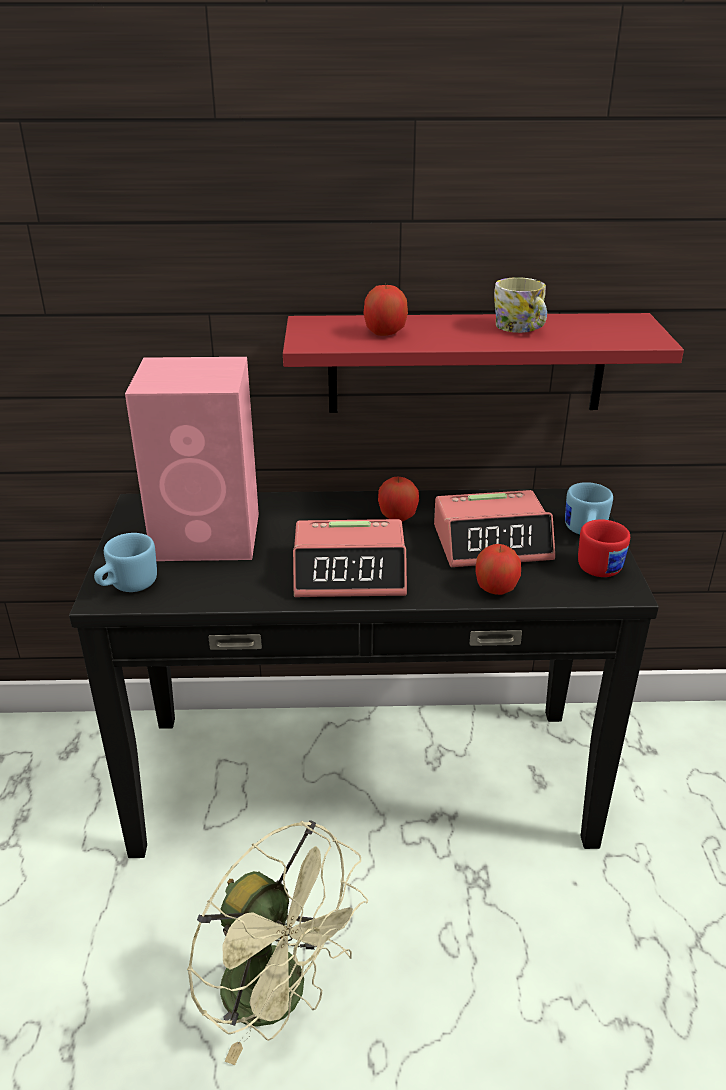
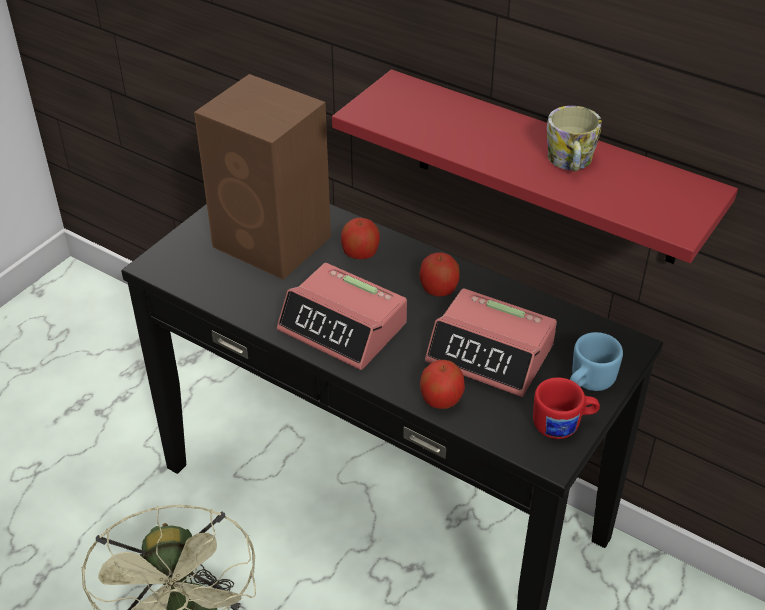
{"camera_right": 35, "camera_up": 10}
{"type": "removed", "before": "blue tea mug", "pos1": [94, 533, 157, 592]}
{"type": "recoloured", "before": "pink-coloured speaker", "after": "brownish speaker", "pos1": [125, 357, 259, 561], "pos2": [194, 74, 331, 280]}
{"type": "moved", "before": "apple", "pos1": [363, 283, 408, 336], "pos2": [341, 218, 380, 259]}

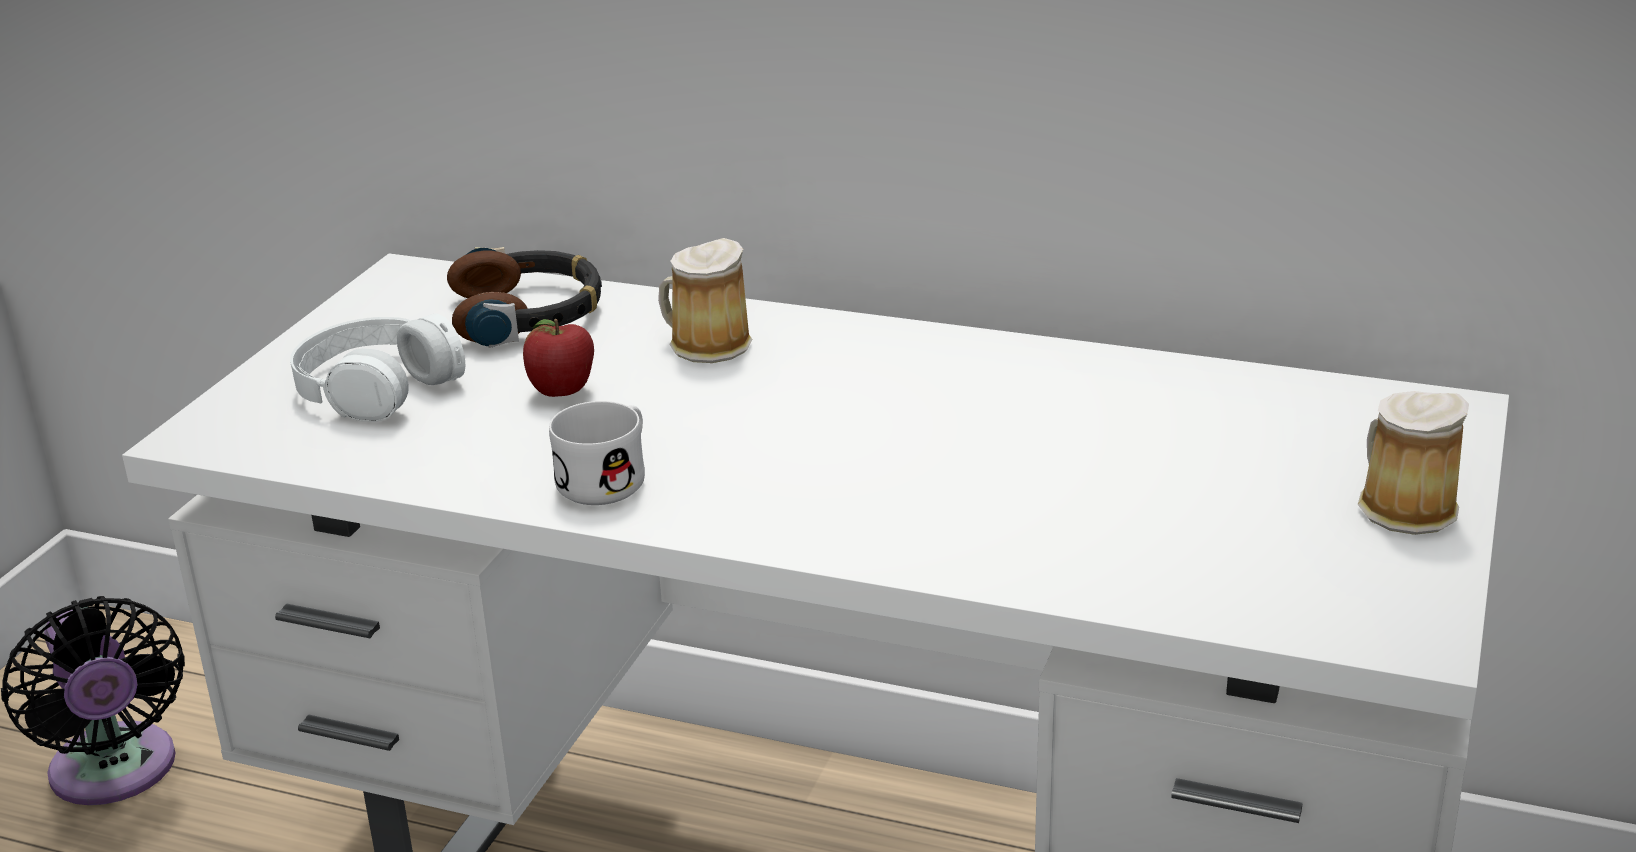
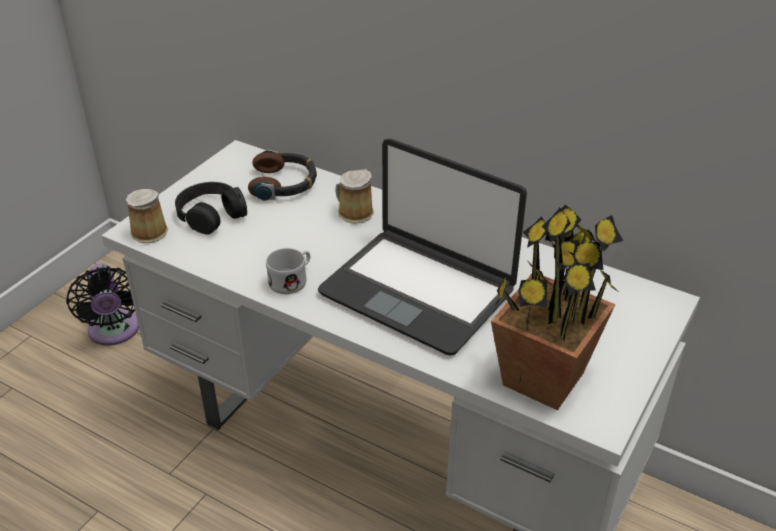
{"camera_right": 10, "camera_up": 10}
{"type": "recoloured", "before": "whitish pair of headphones", "after": "black pair of headphones", "pos1": [290, 313, 465, 422], "pos2": [175, 182, 247, 235]}
{"type": "removed", "before": "apple", "pos1": [523, 319, 594, 397]}
{"type": "moved", "before": "tea mug", "pos1": [1358, 391, 1469, 535], "pos2": [126, 189, 168, 243]}
{"type": "added", "after": "laptop", "pos2": [318, 139, 527, 356]}
{"type": "added", "after": "houseplant", "pos2": [491, 205, 623, 410]}

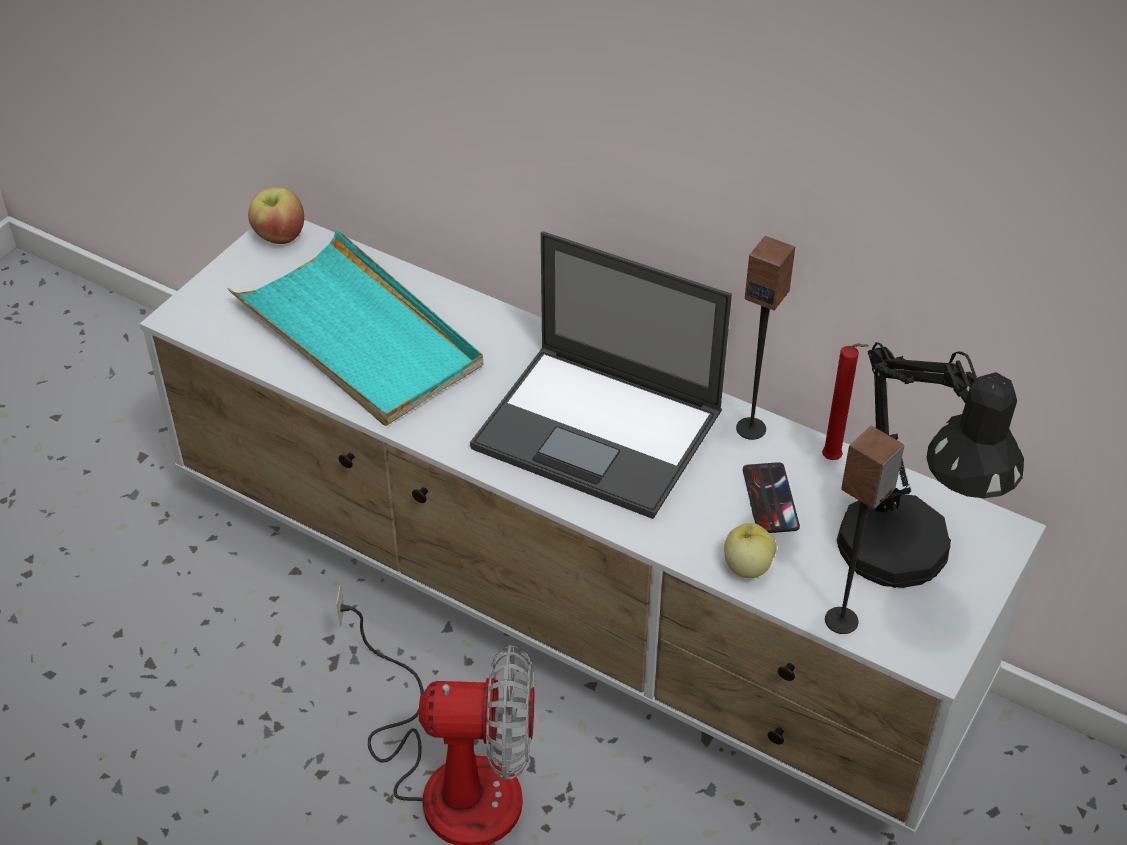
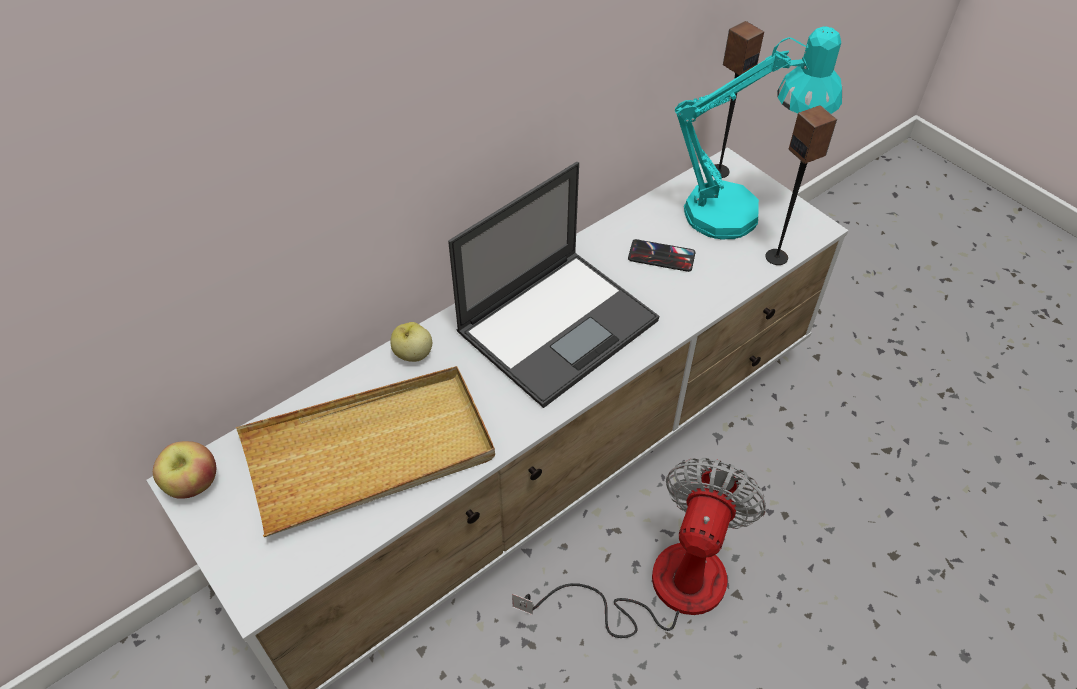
{"camera_right": -70, "camera_up": 5}
{"type": "recoloured", "before": "blue-green carrying tray", "after": "beige-coloured carrying tray", "pos1": [227, 229, 483, 426], "pos2": [236, 366, 495, 537]}
{"type": "moved", "before": "apple", "pos1": [724, 523, 777, 578], "pos2": [390, 322, 432, 362]}
{"type": "moved", "before": "speaker", "pos1": [736, 236, 795, 440], "pos2": [715, 21, 764, 178]}
{"type": "removed", "before": "reddish candle", "pos1": [822, 343, 869, 460]}
{"type": "recoloured", "before": "black table lamp", "after": "blue-green table lamp", "pos1": [837, 342, 1024, 588], "pos2": [675, 26, 842, 239]}

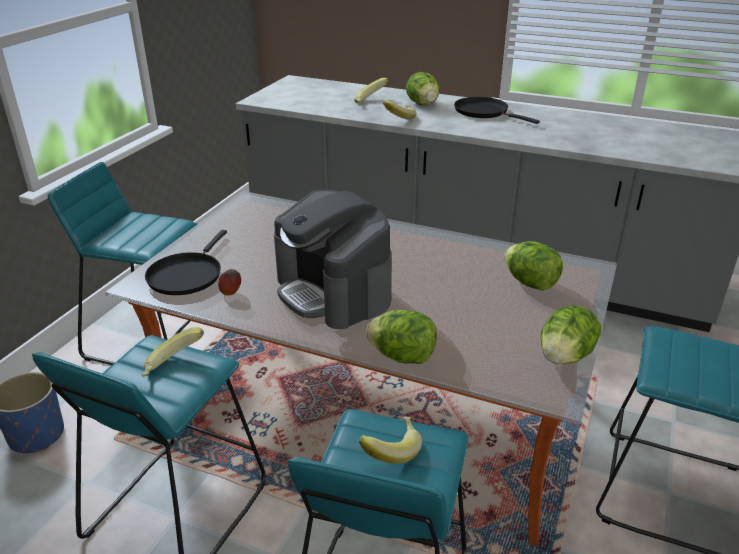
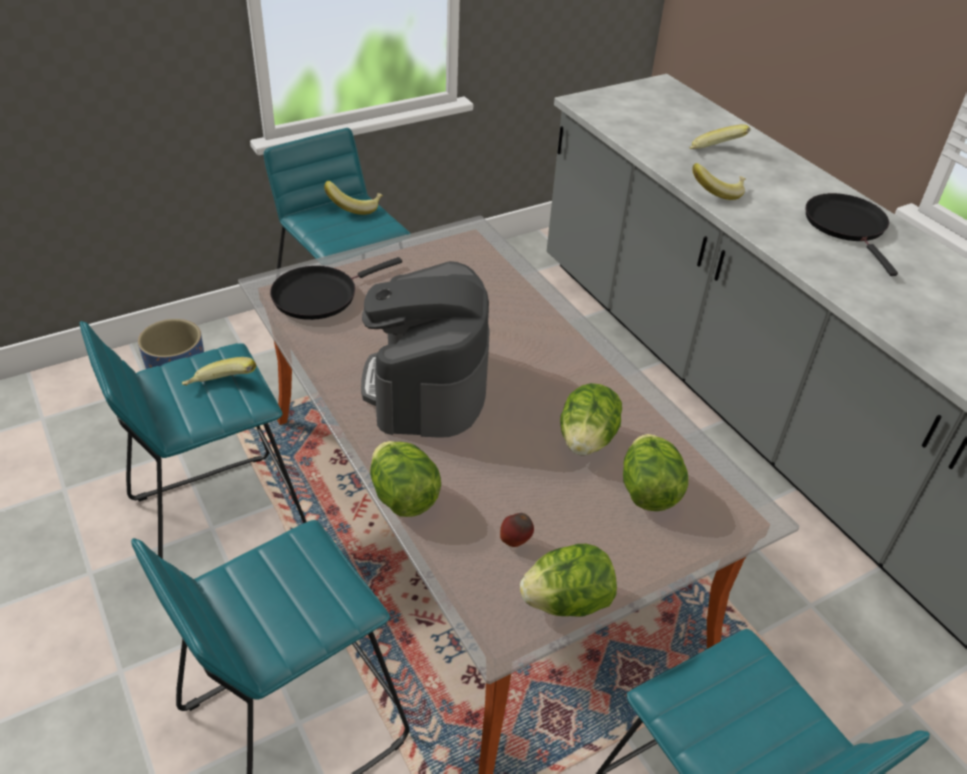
{"camera_right": 35, "camera_up": 10}
{"type": "moved", "before": "apple", "pos1": [218, 269, 241, 296], "pos2": [500, 513, 534, 547]}
{"type": "moved", "before": "banana fruit", "pos1": [359, 417, 422, 464], "pos2": [324, 181, 383, 215]}
{"type": "moved", "before": "head of lettuce", "pos1": [406, 72, 440, 106], "pos2": [560, 383, 622, 455]}

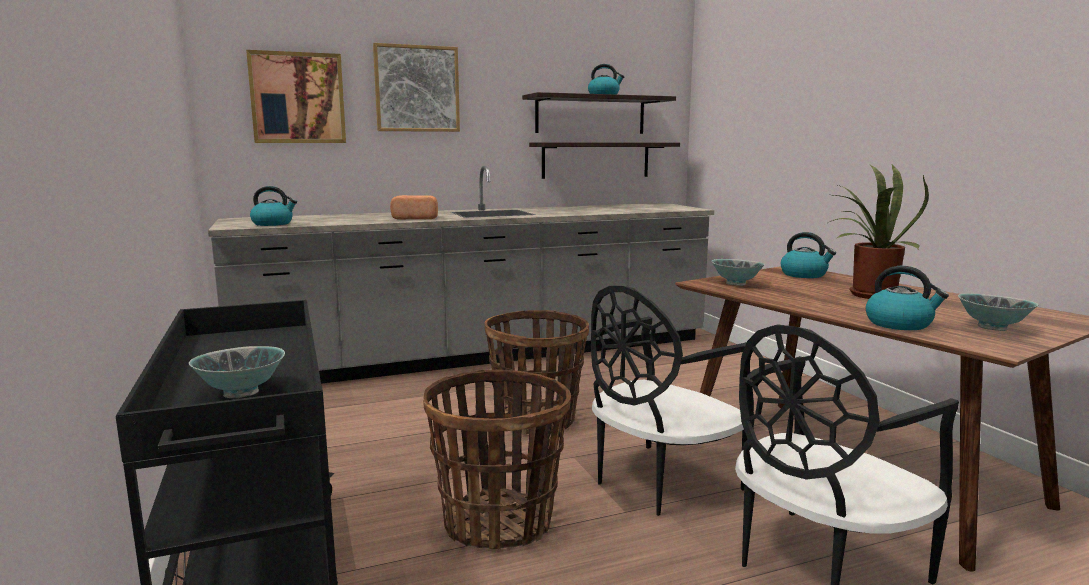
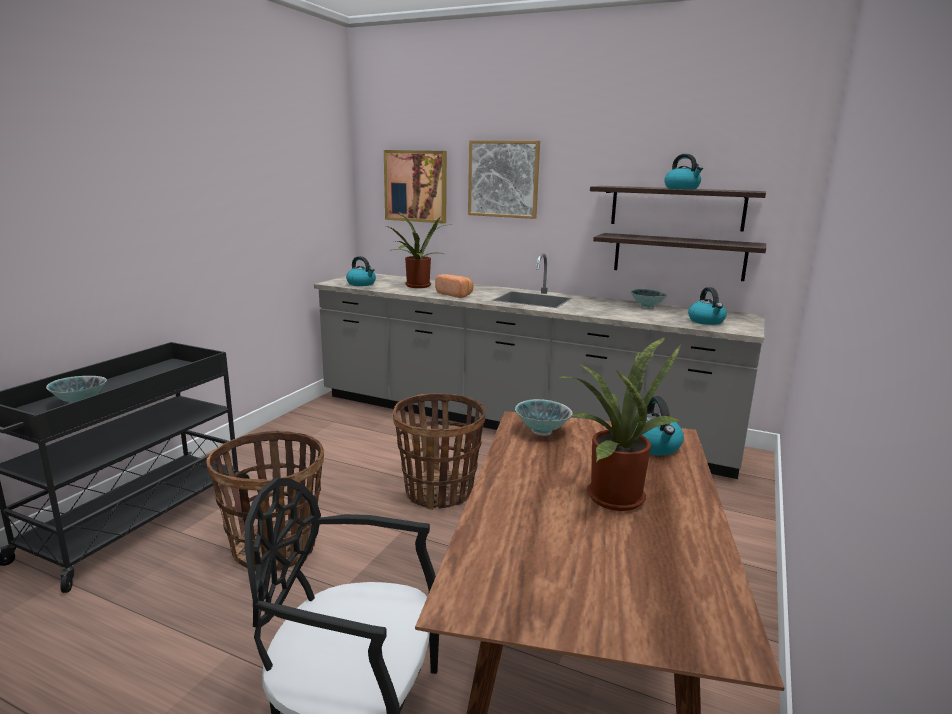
{"camera_right": 45, "camera_up": 5}
{"type": "removed", "before": "black plain chair", "pos1": [591, 285, 754, 516]}
{"type": "moved", "before": "water kettle", "pos1": [866, 266, 949, 330], "pos2": [688, 287, 727, 325]}
{"type": "moved", "before": "serving bowl", "pos1": [958, 293, 1038, 331], "pos2": [630, 289, 668, 309]}
{"type": "added", "after": "houseplant", "pos2": [386, 212, 452, 288]}

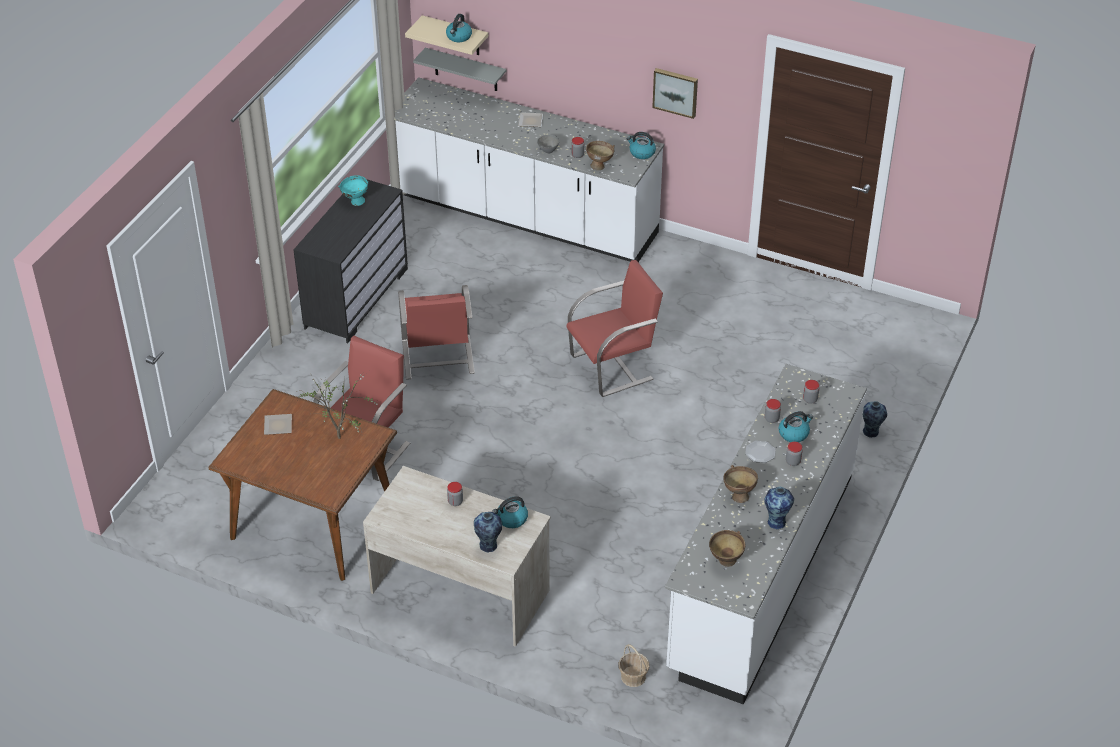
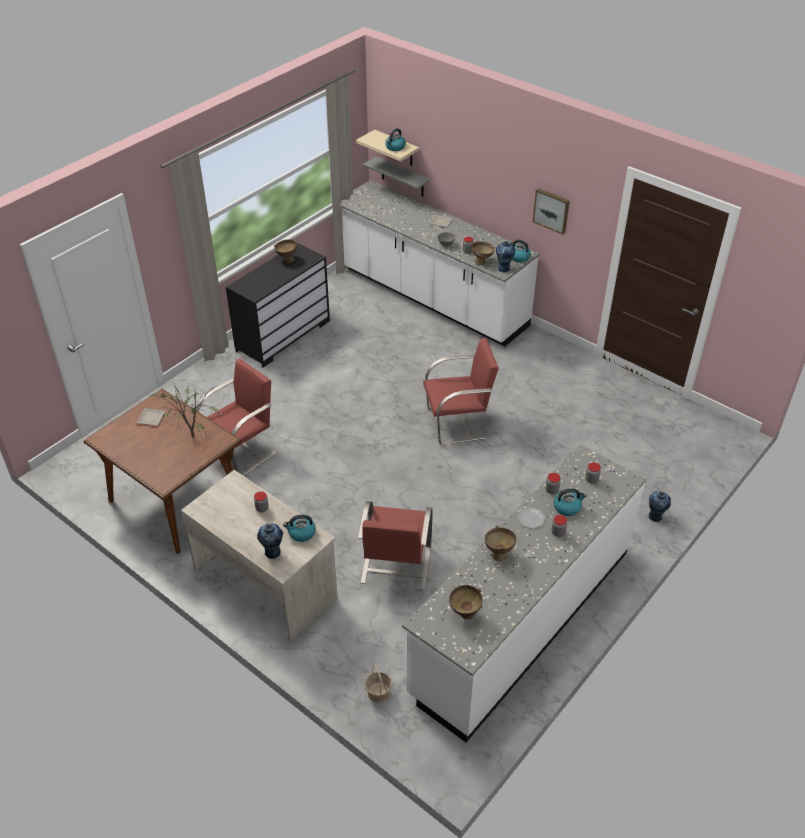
{"camera_right": 15, "camera_up": 0}
{"type": "recoloured", "before": "blue-green serving bowl", "after": "brownish serving bowl", "pos1": [338, 175, 368, 206], "pos2": [274, 239, 297, 263]}
{"type": "moved", "before": "reddish plain chair", "pos1": [398, 285, 475, 380], "pos2": [358, 501, 433, 591]}
{"type": "moved", "before": "flower vase", "pos1": [764, 487, 794, 530], "pos2": [496, 241, 515, 272]}

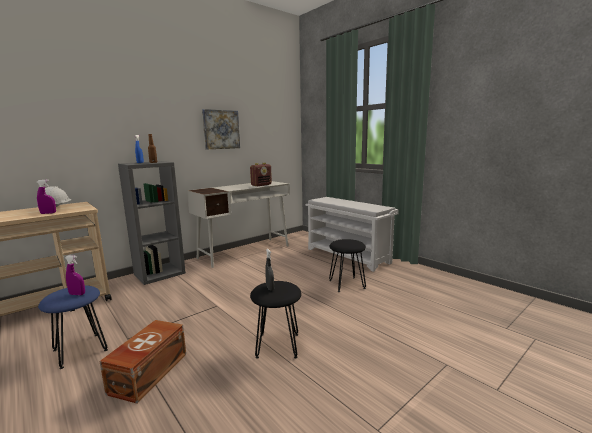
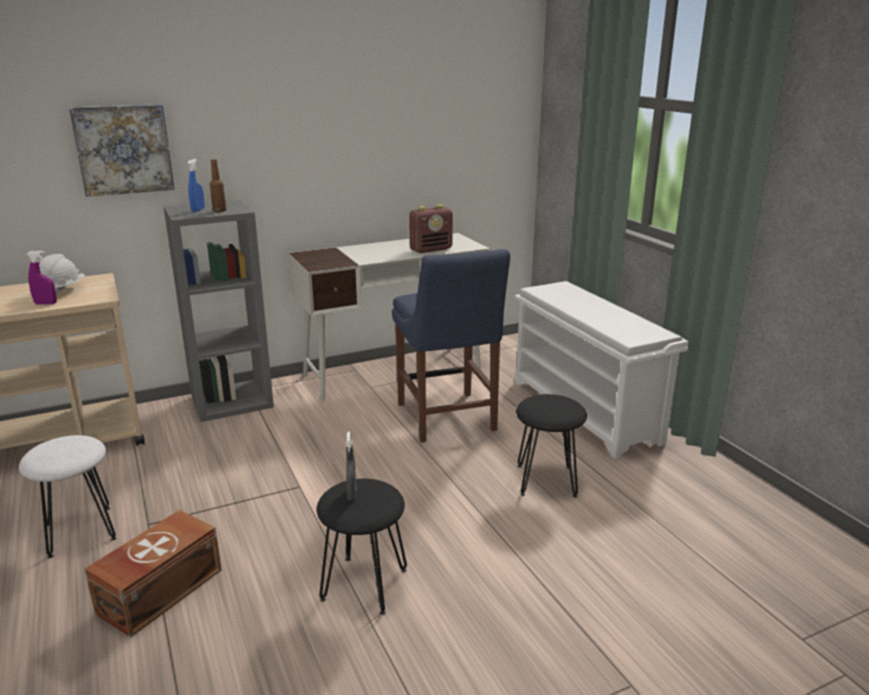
{"camera_right": 15, "camera_up": 10}
{"type": "recoloured", "before": "blue stool seat", "after": "whitish stool seat", "pos1": [38, 285, 108, 369], "pos2": [19, 435, 116, 558]}
{"type": "removed", "before": "purple-coloured spray bottle", "pos1": [65, 255, 85, 295]}
{"type": "moved", "before": "wall picture", "pos1": [202, 109, 240, 149], "pos2": [69, 104, 175, 197]}
{"type": "added", "after": "blue plain chair", "pos2": [392, 249, 510, 443]}

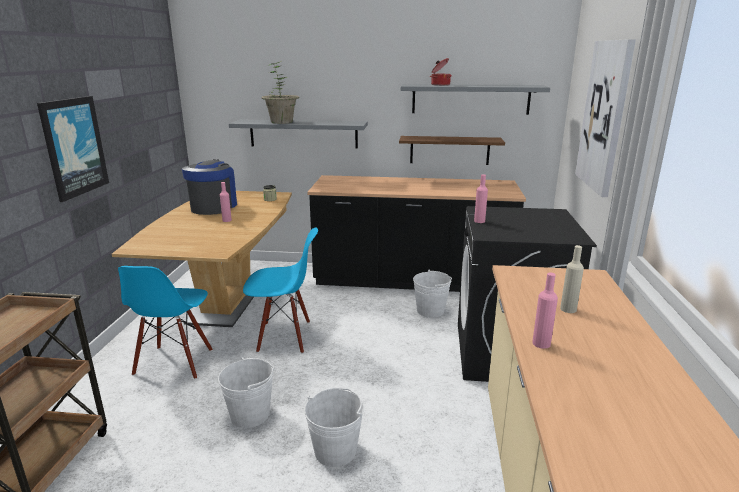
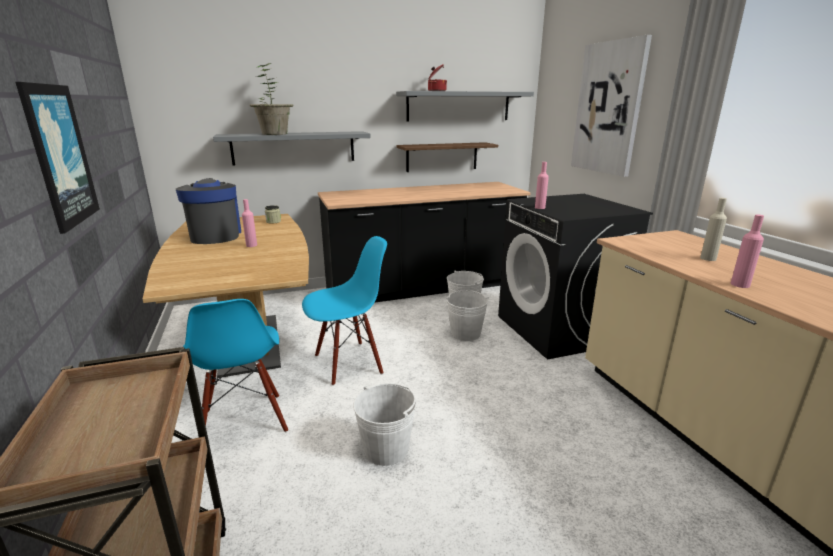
{"camera_right": -25, "camera_up": 0}
{"type": "moved", "before": "whitish bucket", "pos1": [304, 388, 364, 467], "pos2": [446, 290, 489, 341]}

